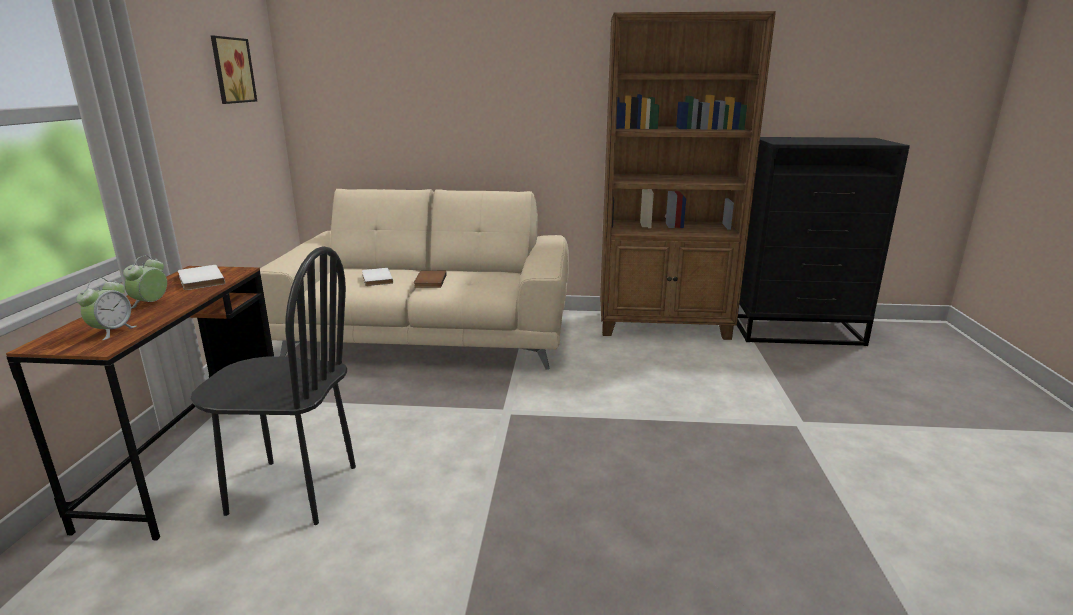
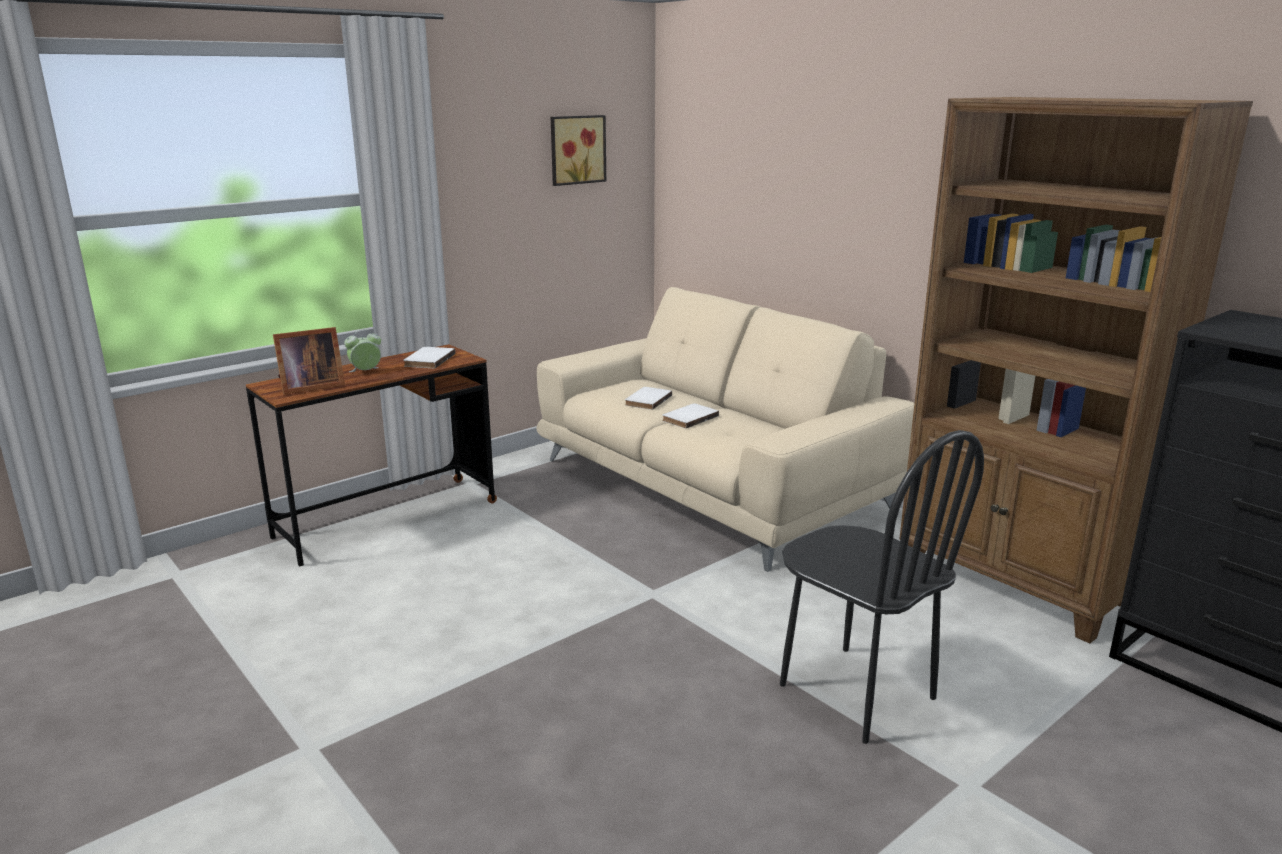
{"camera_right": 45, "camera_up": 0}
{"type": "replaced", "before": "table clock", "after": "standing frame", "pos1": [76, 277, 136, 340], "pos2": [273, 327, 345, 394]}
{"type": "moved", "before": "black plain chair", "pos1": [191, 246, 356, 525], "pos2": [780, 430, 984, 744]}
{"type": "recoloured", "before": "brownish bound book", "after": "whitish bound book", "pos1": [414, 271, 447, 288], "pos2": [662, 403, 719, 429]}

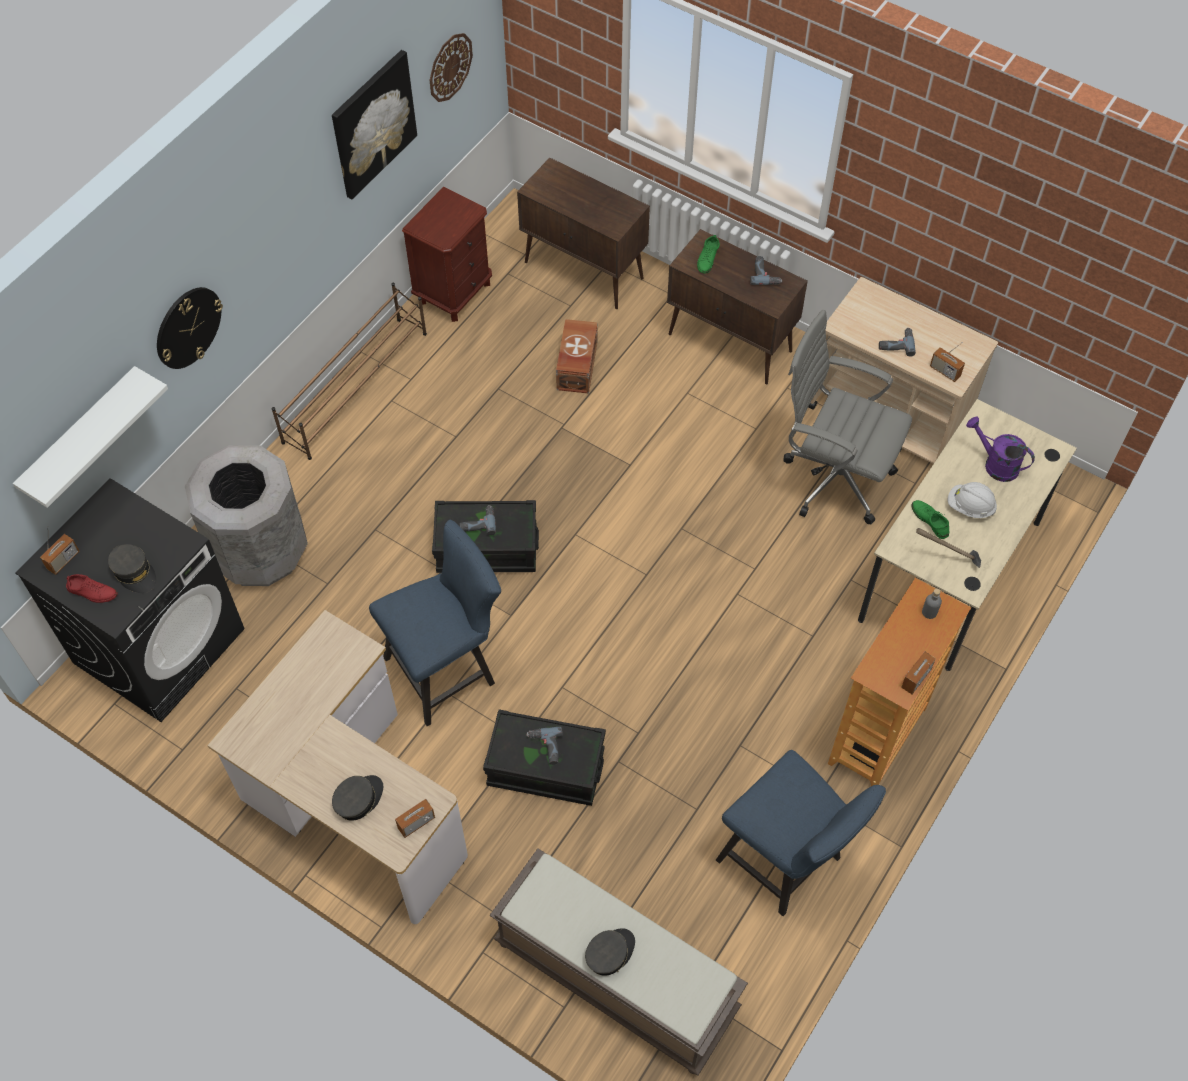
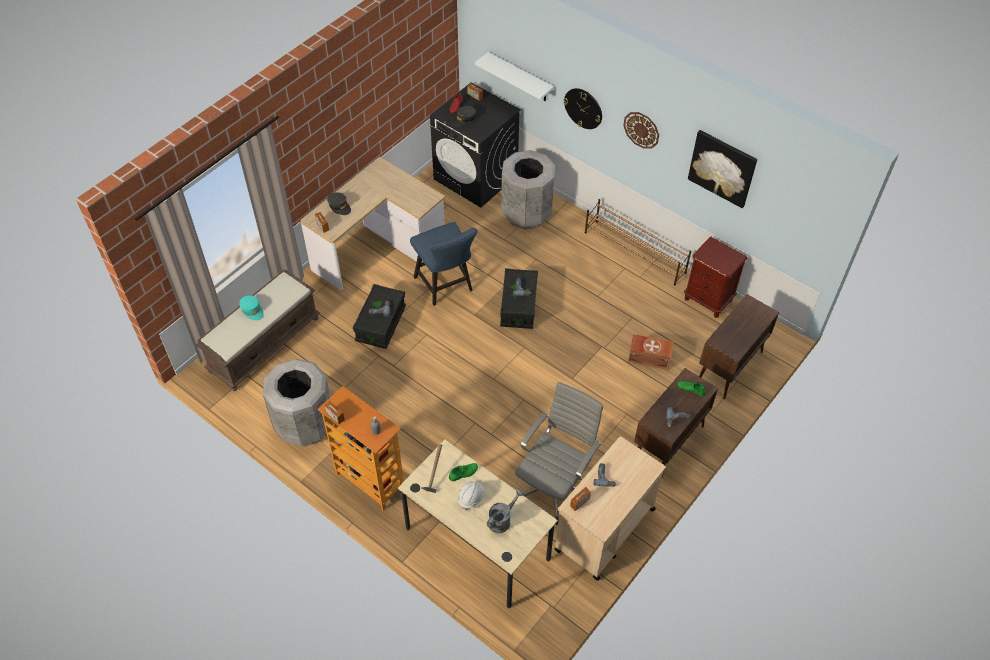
{"camera_right": 95, "camera_up": -5}
{"type": "moved", "before": "hanging clock", "pos1": [429, 33, 473, 102], "pos2": [623, 112, 659, 149]}
{"type": "recoloured", "before": "gray cap", "after": "blue-green cap", "pos1": [585, 928, 635, 976], "pos2": [239, 295, 264, 321]}
{"type": "replaced", "before": "blue plain chair", "after": "gray waste bin", "pos1": [716, 750, 886, 916], "pos2": [263, 358, 333, 447]}
{"type": "recoloured", "before": "purple-coloured watering can", "after": "gray watering can", "pos1": [966, 416, 1035, 482], "pos2": [487, 488, 524, 533]}

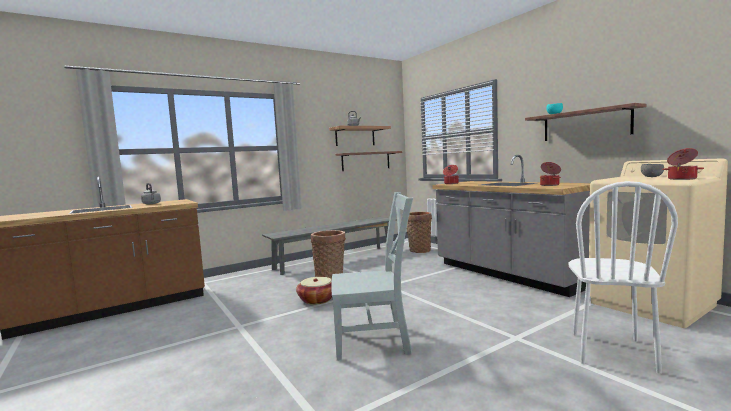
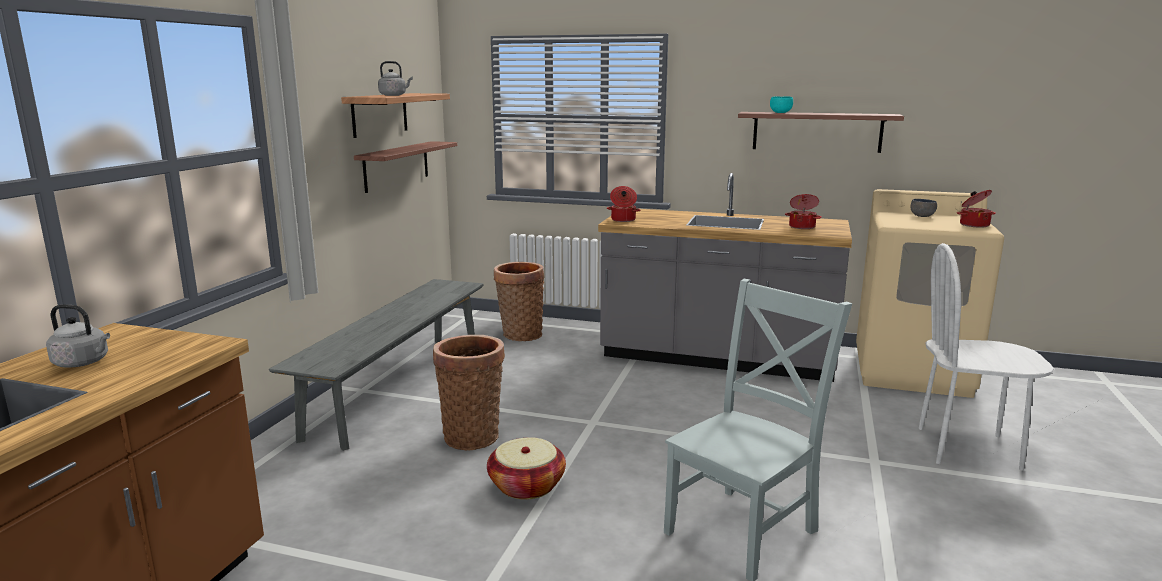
{"camera_right": -40, "camera_up": 10}
{"type": "turned", "before": "whitish plain chair", "pos1": [568, 181, 678, 373], "pos2": [919, 243, 1054, 471], "turn": 120}

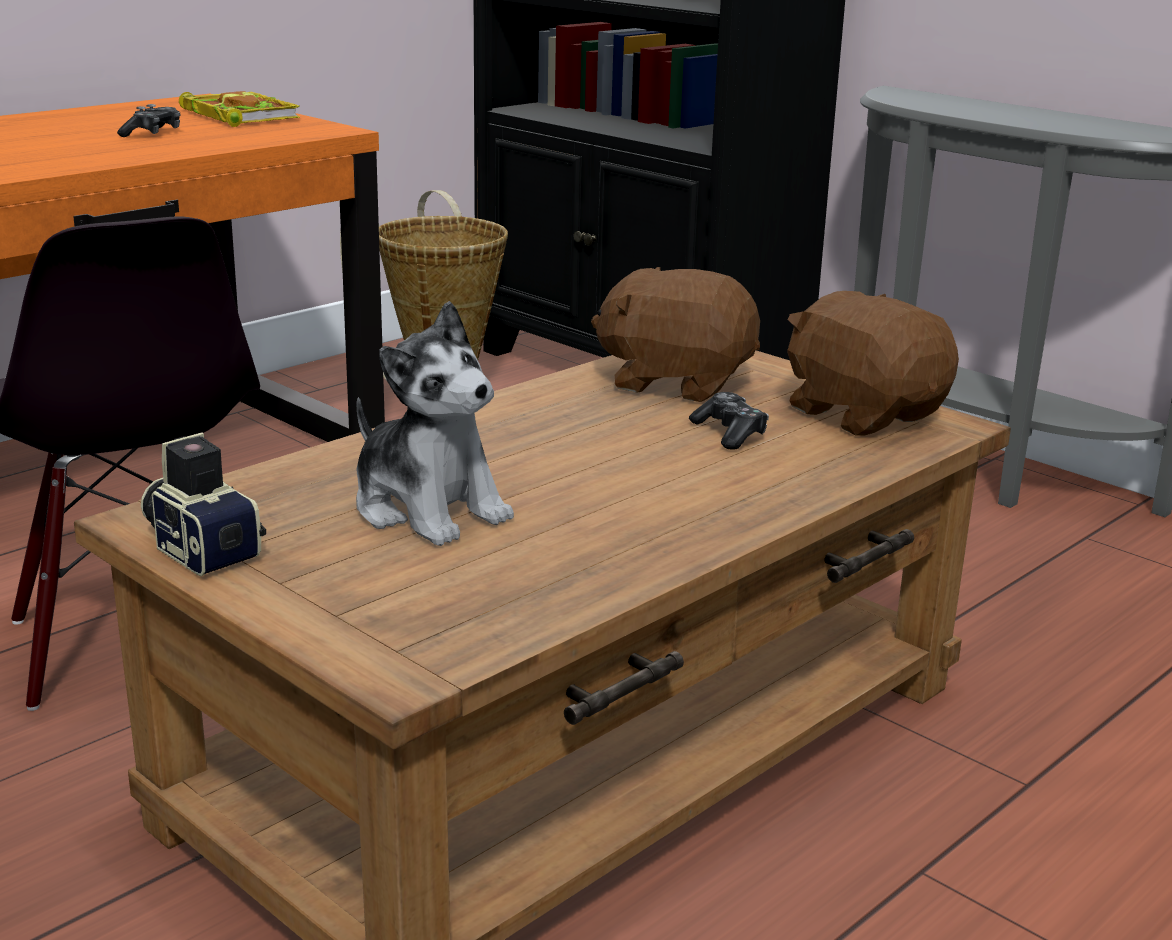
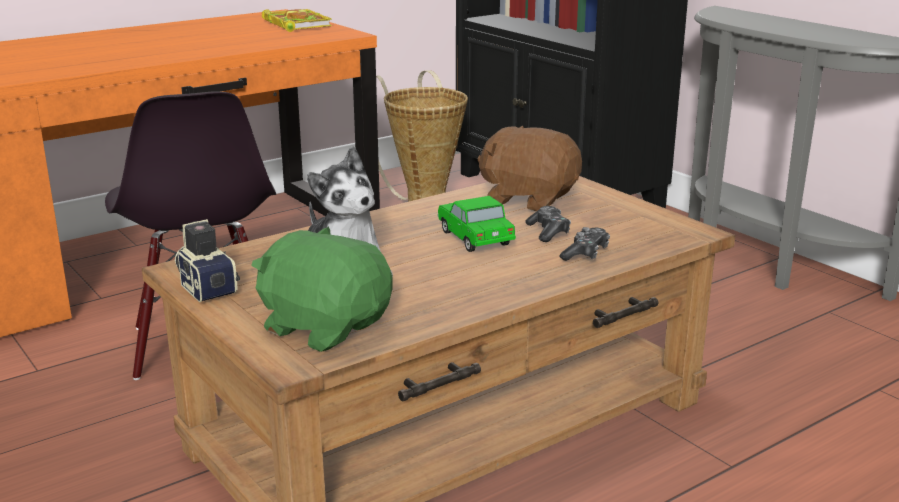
{"camera_right": 10, "camera_up": 0}
{"type": "moved", "before": "gamepad", "pos1": [117, 104, 180, 137], "pos2": [560, 227, 610, 261]}
{"type": "removed", "before": "brownish plush toy", "pos1": [787, 291, 959, 435]}
{"type": "added", "after": "greenish plush toy", "pos2": [251, 227, 393, 352]}
{"type": "added", "after": "toy car", "pos2": [438, 196, 516, 252]}

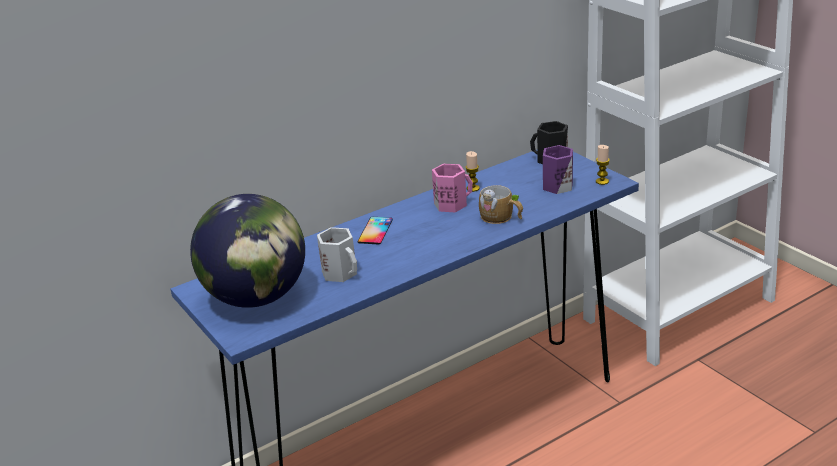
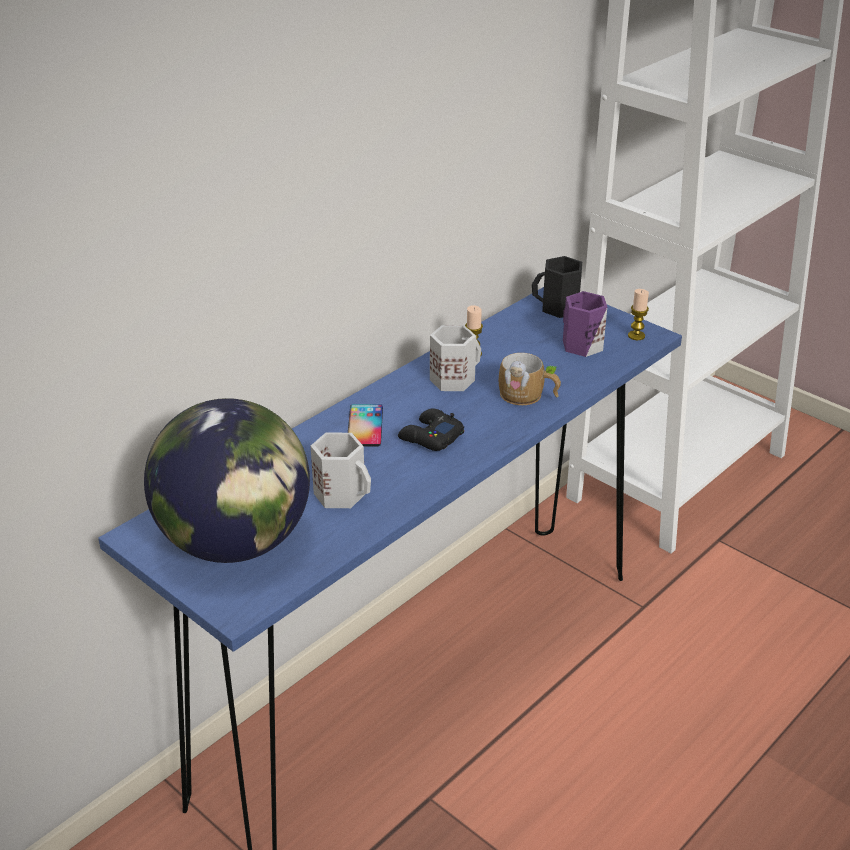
{"camera_right": -15, "camera_up": 5}
{"type": "recoloured", "before": "pink-coloured tea mug", "after": "whitish tea mug", "pos1": [432, 164, 473, 213], "pos2": [430, 325, 481, 391]}
{"type": "added", "after": "black gamepad", "pos2": [398, 408, 464, 451]}

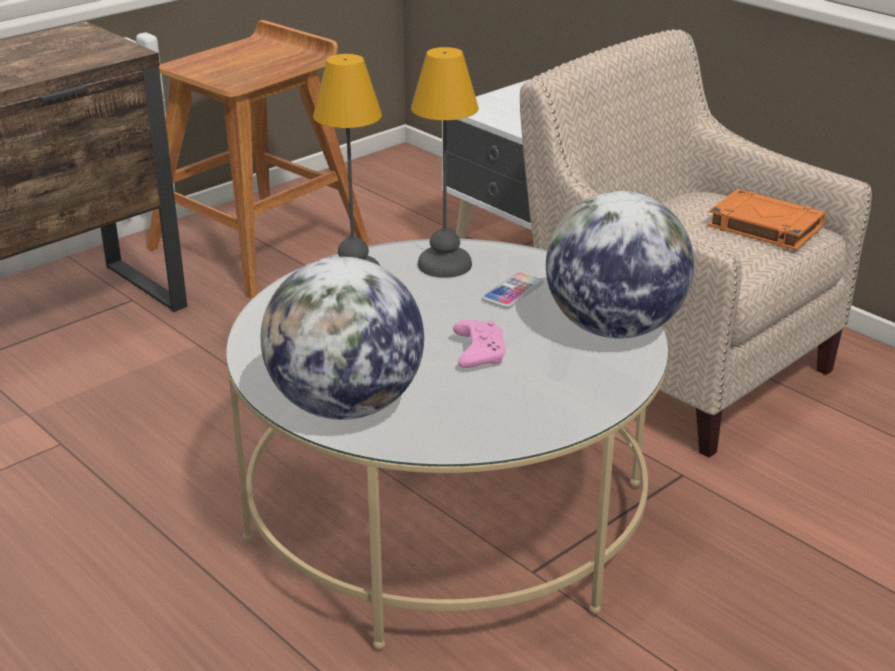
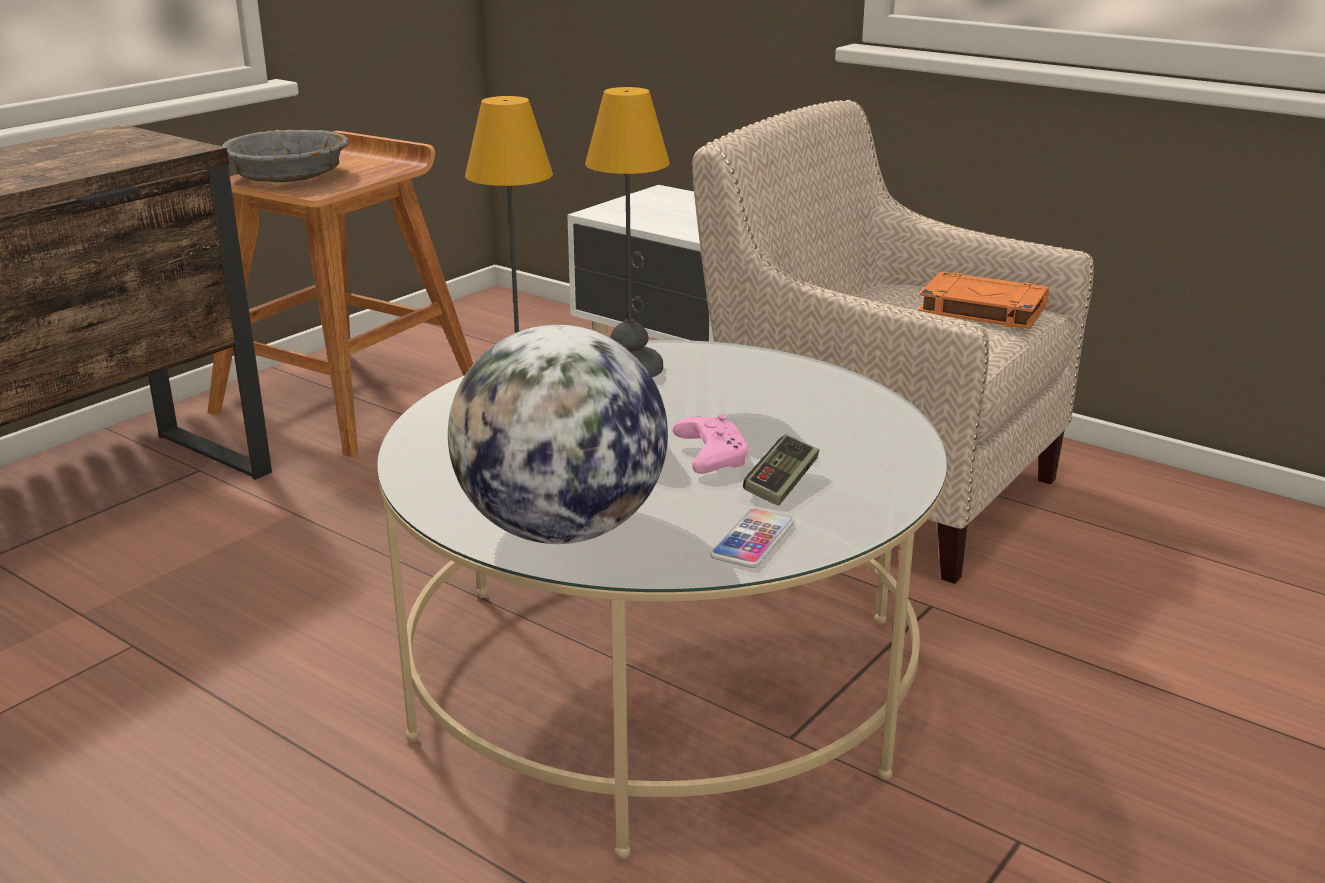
{"camera_right": -10, "camera_up": -5}
{"type": "moved", "before": "telephone", "pos1": [482, 272, 543, 308], "pos2": [710, 508, 794, 568]}
{"type": "removed", "before": "world globe", "pos1": [546, 191, 694, 339]}
{"type": "added", "after": "gray serving bowl", "pos2": [221, 130, 349, 182]}
{"type": "added", "after": "gamepad", "pos2": [743, 434, 819, 506]}

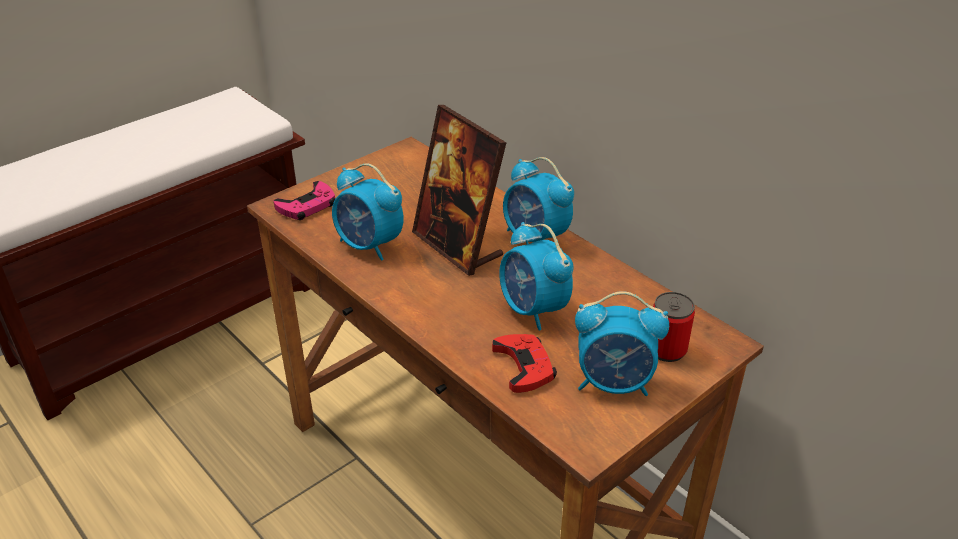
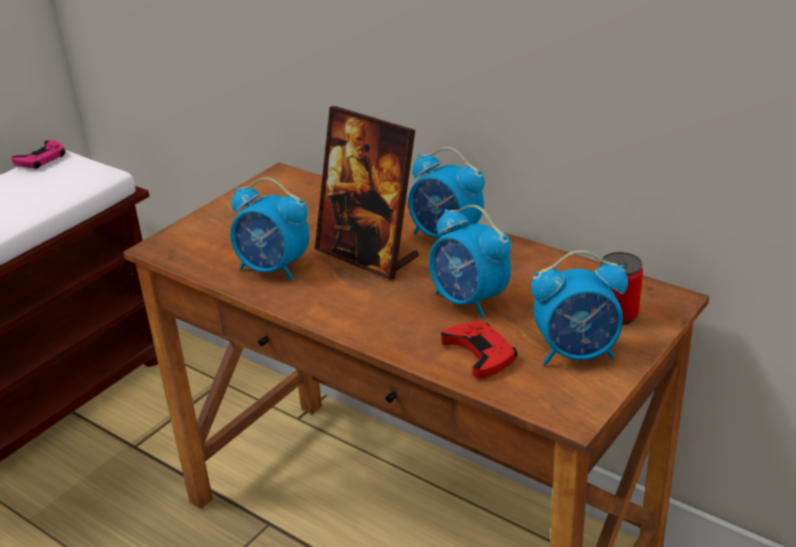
{"camera_right": -10, "camera_up": -5}
{"type": "moved", "before": "pink-coloured gamepad", "pos1": [274, 181, 336, 220], "pos2": [11, 140, 65, 169]}

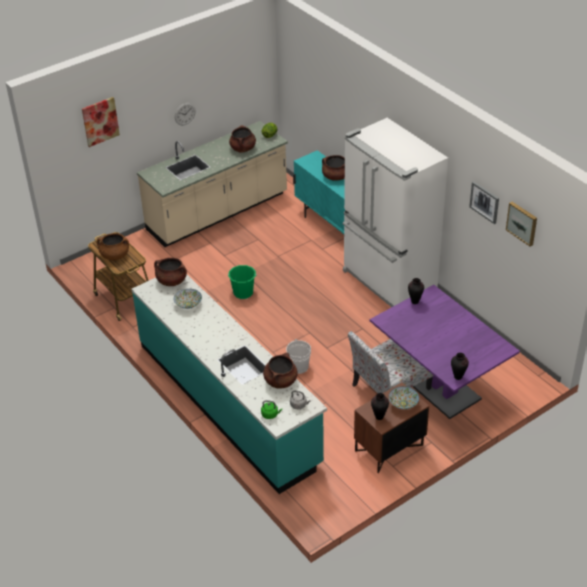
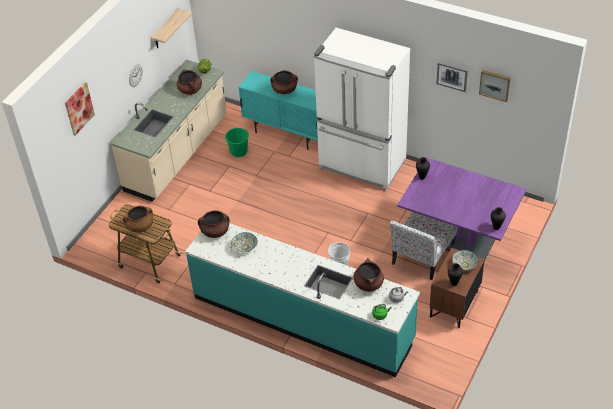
{"camera_right": -25, "camera_up": 5}
{"type": "moved", "before": "greenish bucket", "pos1": [228, 265, 257, 299], "pos2": [225, 128, 249, 157]}
{"type": "added", "after": "bracket shelf", "pos2": [151, 8, 192, 48]}

